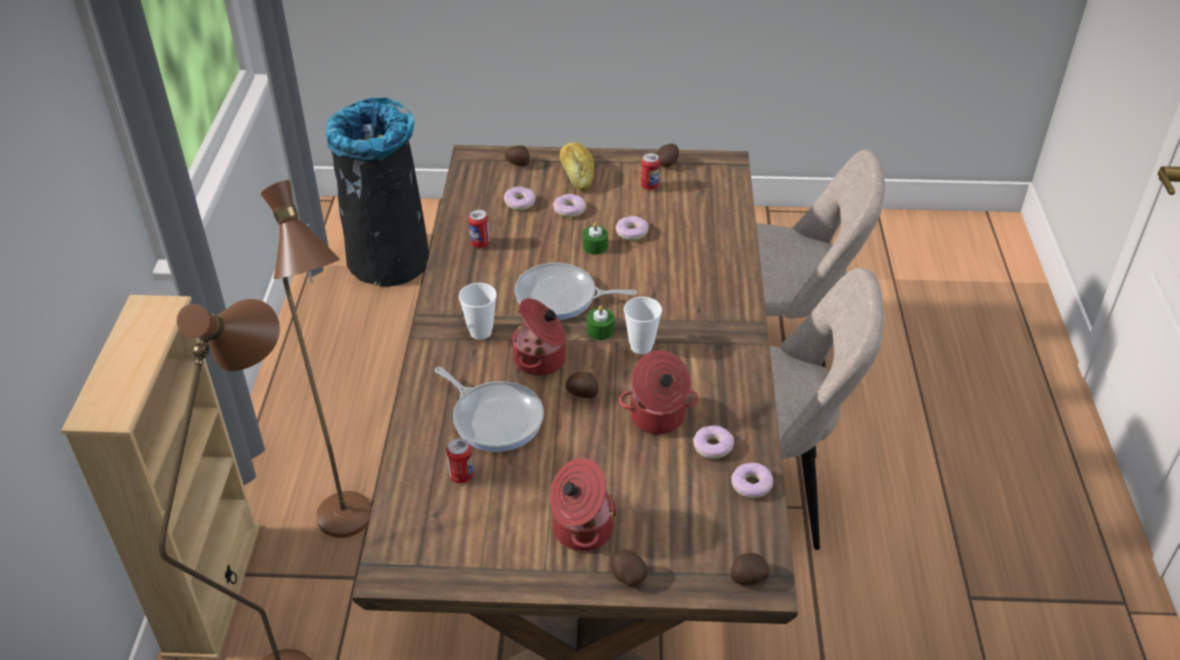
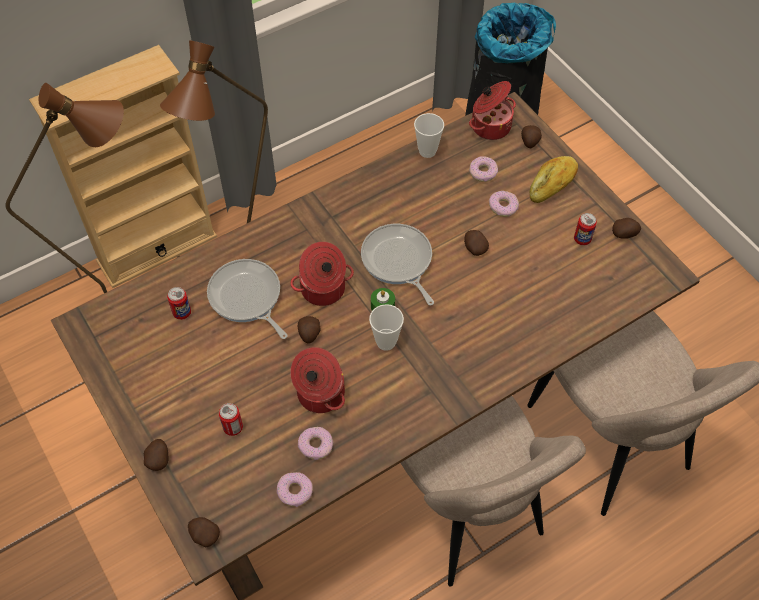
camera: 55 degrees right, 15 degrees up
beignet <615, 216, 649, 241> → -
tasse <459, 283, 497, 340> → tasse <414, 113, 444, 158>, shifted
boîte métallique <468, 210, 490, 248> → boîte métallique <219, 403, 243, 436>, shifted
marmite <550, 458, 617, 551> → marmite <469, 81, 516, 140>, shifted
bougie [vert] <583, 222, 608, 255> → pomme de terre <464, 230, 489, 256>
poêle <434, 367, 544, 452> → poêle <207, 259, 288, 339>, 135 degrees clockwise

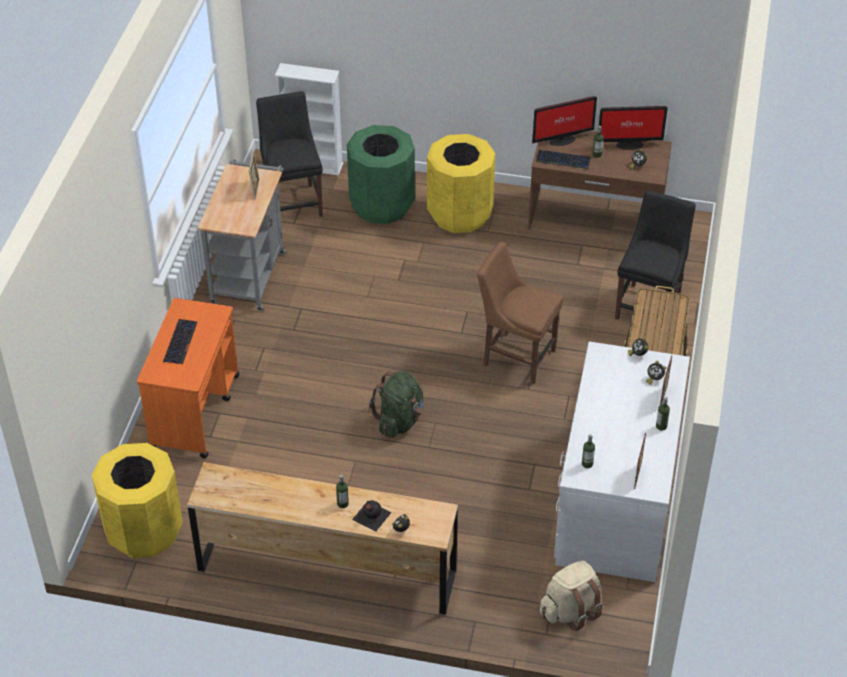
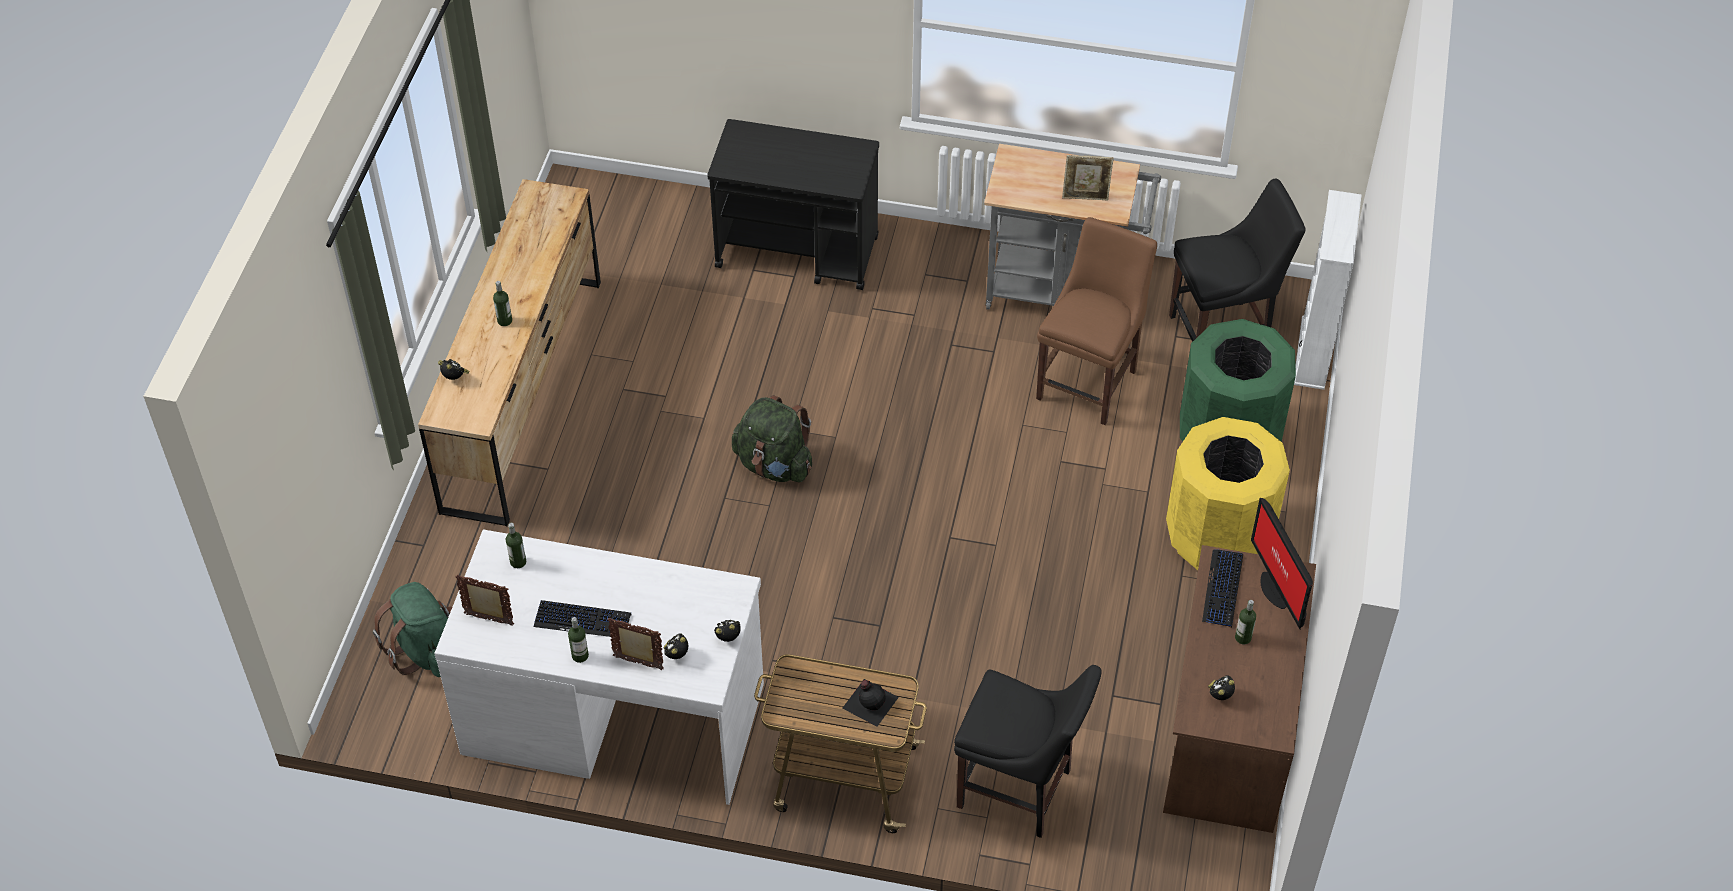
camera: 90 degrees right, 5 degrees up
poubelle [jaune] <92, 443, 183, 558> → -
écran d'ordinateur <599, 106, 668, 150> → -
clavier <163, 319, 197, 365> → clavier <534, 600, 632, 637>, shifted
bouteille [noir] <352, 500, 391, 532> → bouteille [noir] <843, 679, 899, 727>, shifted
chaise [marron] <477, 242, 563, 384> → chaise [marron] <1036, 217, 1157, 425>, shifted
chariot [orange] <137, 298, 239, 458> → chariot [noir] <707, 119, 879, 290>
sac à dos [beige] <540, 561, 603, 631> → sac à dos [vert] <373, 582, 452, 677>

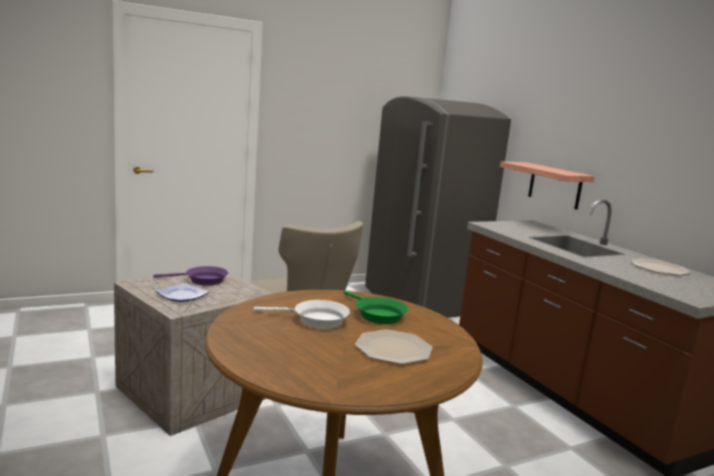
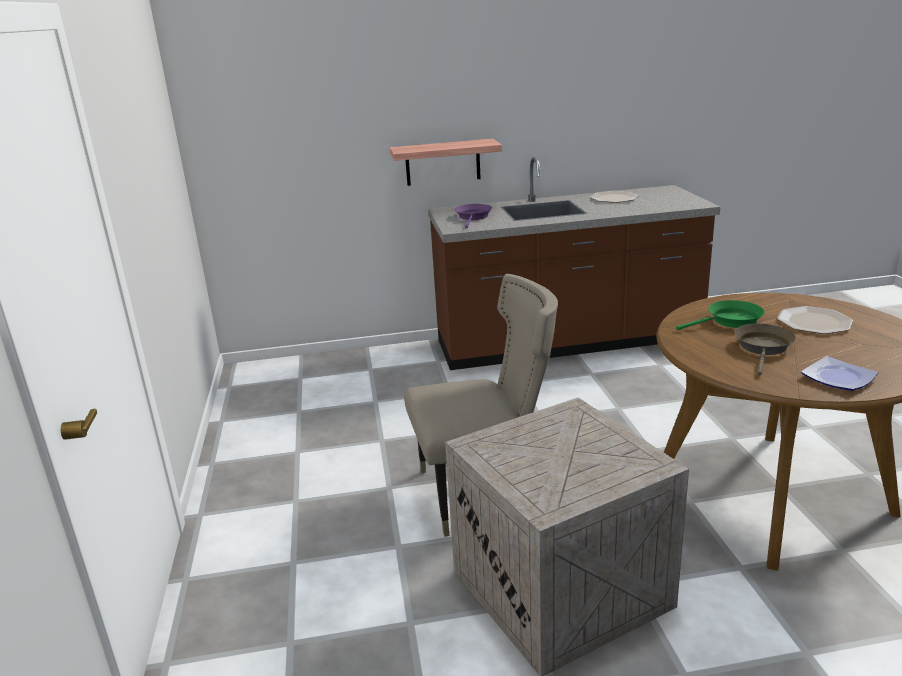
camera: 70 degrees left, 10 degrees up
réfrigérateur [gris] <365, 96, 511, 318> → -
poêle [violet] <153, 266, 228, 286> → poêle [violet] <455, 204, 492, 229>, shifted
assiette <156, 283, 209, 302> → assiette <801, 356, 878, 391>, shifted
poêle [blanc] <254, 300, 350, 329> → poêle [marron] <734, 324, 796, 376>

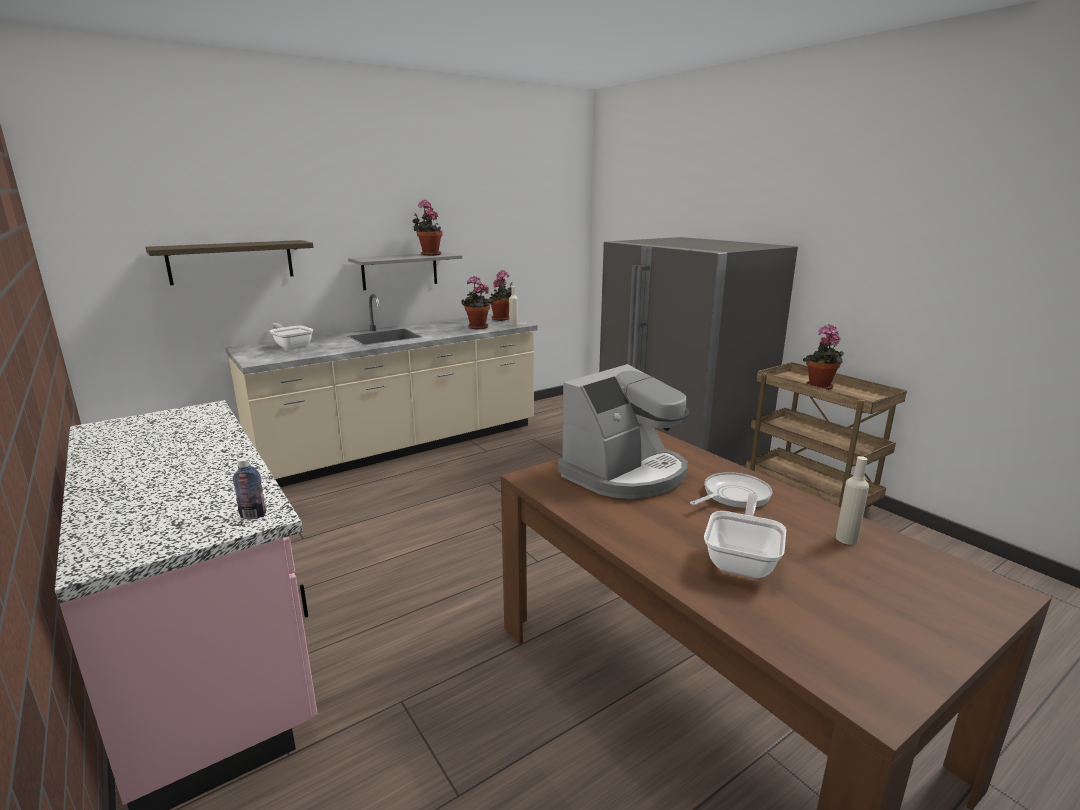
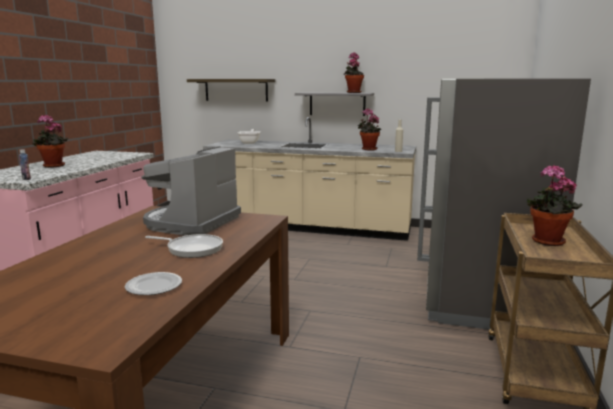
camera: 50 degrees right, 5 degrees down
poêle <704, 493, 786, 578> → -
plante en pot <489, 270, 512, 321> → plante en pot <32, 115, 69, 168>, shifted
bouteille [beige] <836, 456, 869, 545> → assiette <125, 272, 182, 295>
machine à café <558, 364, 690, 499> → machine à café <141, 146, 241, 236>, 105 degrees clockwise

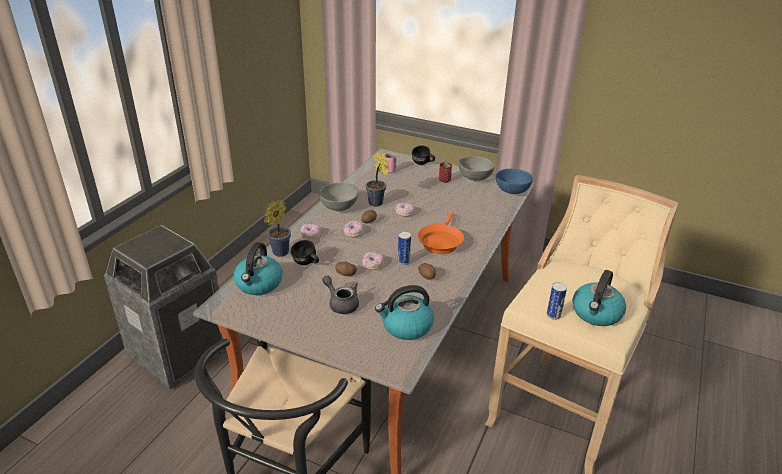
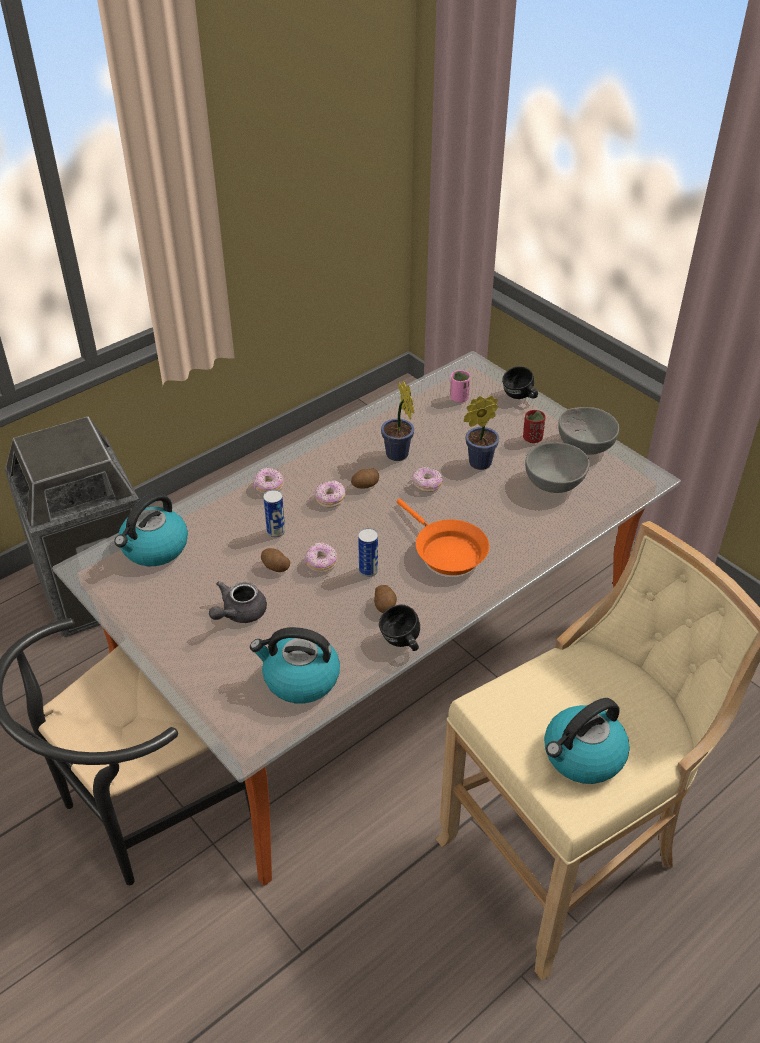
camera: 25 degrees right, 10 degrees up
bol [bleu] <496, 169, 533, 194> → -
plante en pot <264, 200, 291, 257> → plante en pot <464, 396, 499, 470>, shifted
mug [noir] <291, 240, 319, 265> → mug [noir] <379, 605, 420, 651>, shifted
bol [gris] <319, 183, 358, 211> → bol [gris] <525, 442, 590, 493>, shifted
boîte métallique <547, 282, 567, 320> → boîte métallique <263, 490, 285, 537>, shifted
théière [gris] <322, 276, 359, 314> → théière [gris] <209, 581, 267, 623>, 120 degrees counterclockwise
poêle [orange] <418, 212, 464, 254> → poêle [orange] <397, 499, 489, 575>, 75 degrees counterclockwise

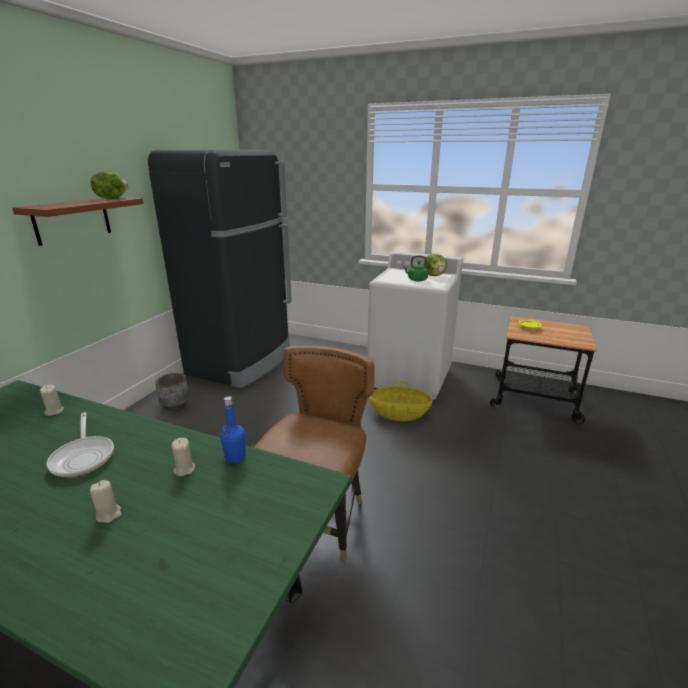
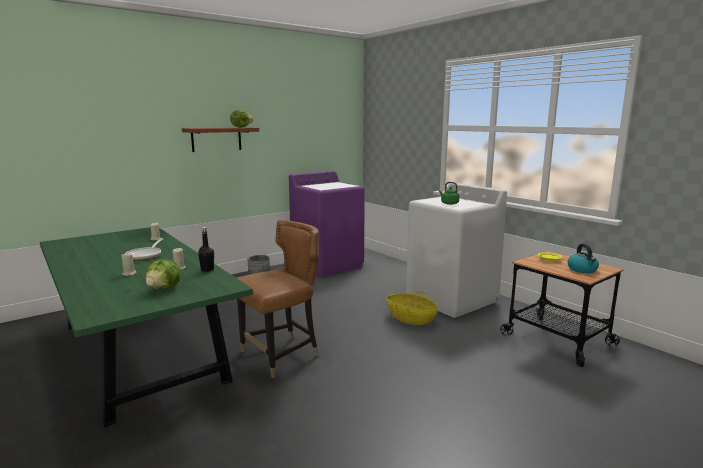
camera: 30 degrees right, 10 degrees down
- → bouilloire <568, 244, 599, 273>
laitue <423, 254, 447, 276> → laitue <146, 259, 181, 290>, shifted
réfrigérateur [noir] <148, 150, 291, 388> → lave-linge [violet] <289, 171, 365, 277>
bouteille [bleu] <220, 396, 246, 464> → bouteille [noir] <198, 227, 214, 272>

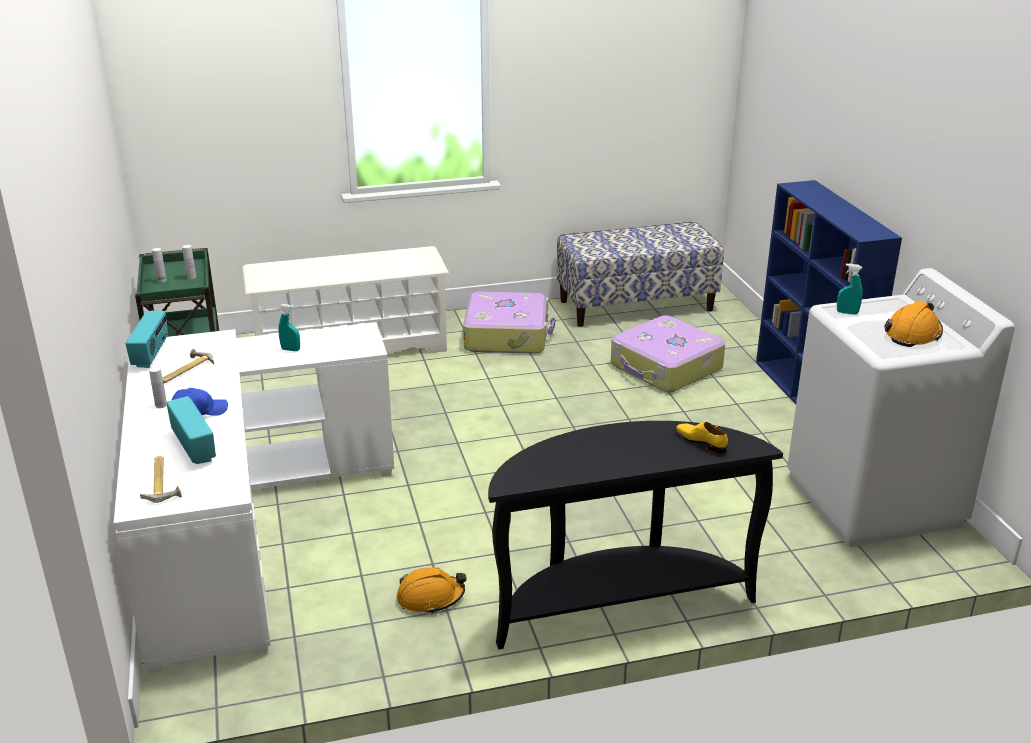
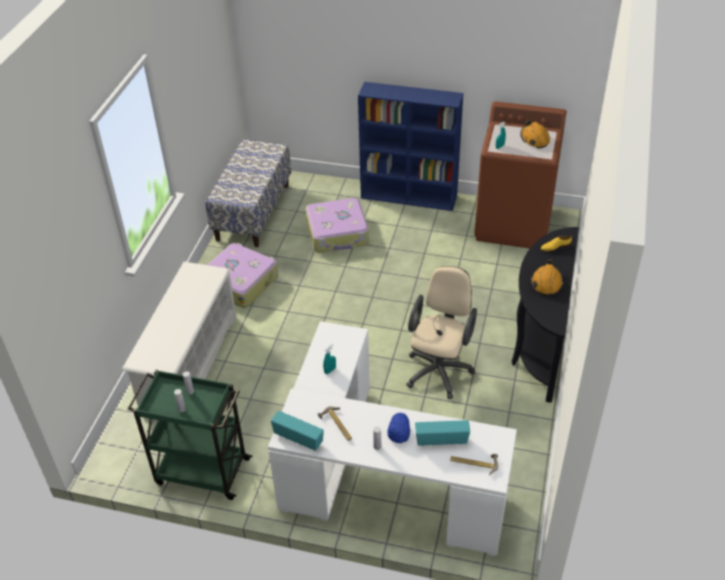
camera: 60 degrees left, 15 degrees up
- → chaise de bureau [beige] <406, 266, 477, 399>
casque de chantier [orange] <397, 567, 466, 614> → casque de chantier [orange] <531, 259, 563, 295>, shifted
lave-linge [blanc] <787, 268, 1015, 547> → lave-linge [marron] <474, 101, 567, 249>

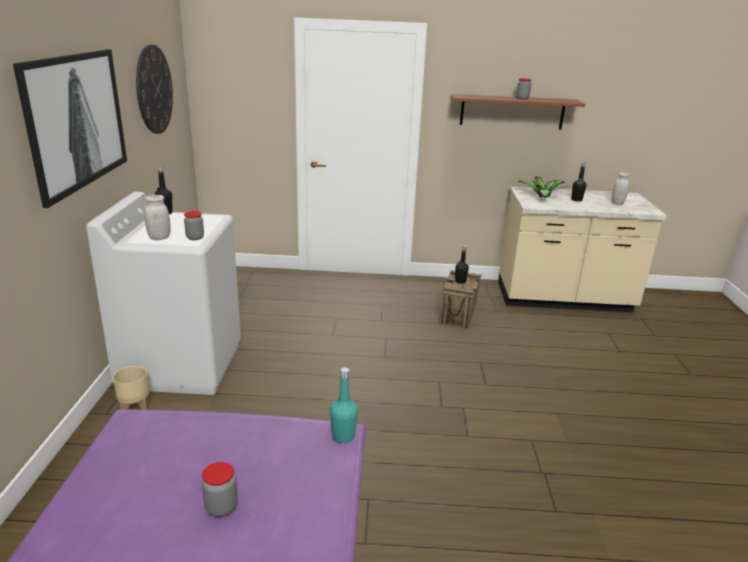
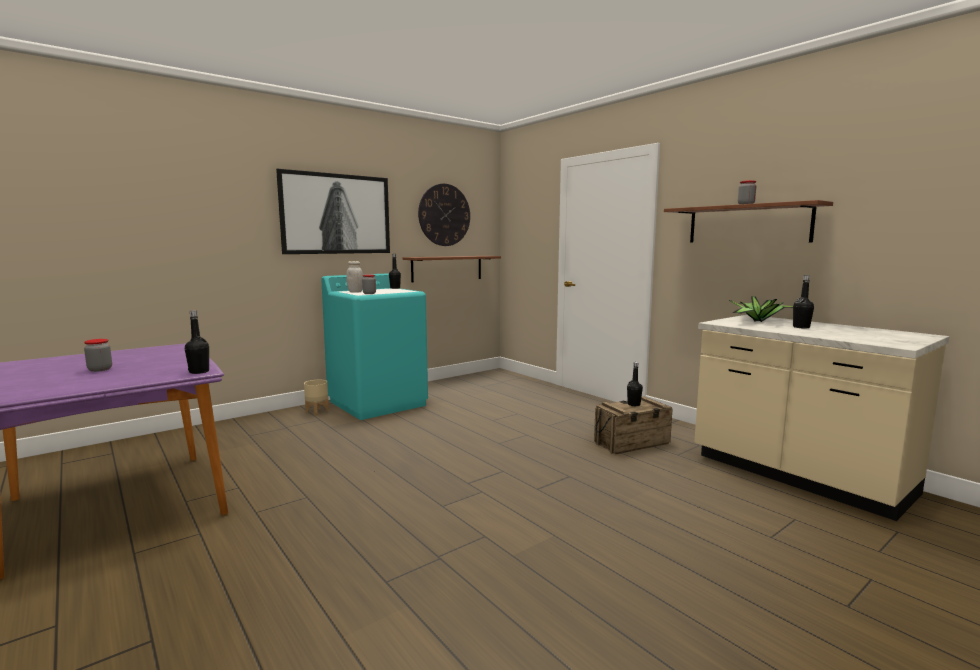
camera: 50 degrees right, 15 degrees down
bocal [blanc] <611, 171, 629, 205> → -
- → étagère [marron] <402, 256, 501, 283>
lave-linge [blanc] <86, 192, 241, 395> → lave-linge [turquoise] <321, 273, 428, 420>
bouteille [turquoise] <330, 367, 358, 444> → bouteille [noir] <185, 310, 209, 374>

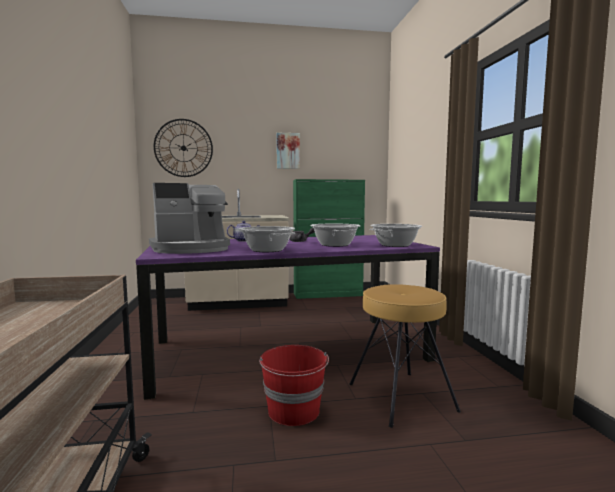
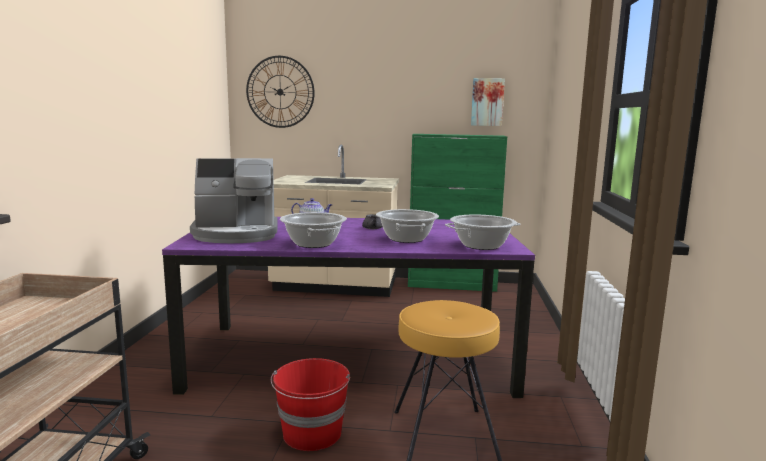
camera: 15 degrees right, 5 degrees up
tableau <276, 133, 300, 169> → tableau <471, 78, 505, 126>, shifted

